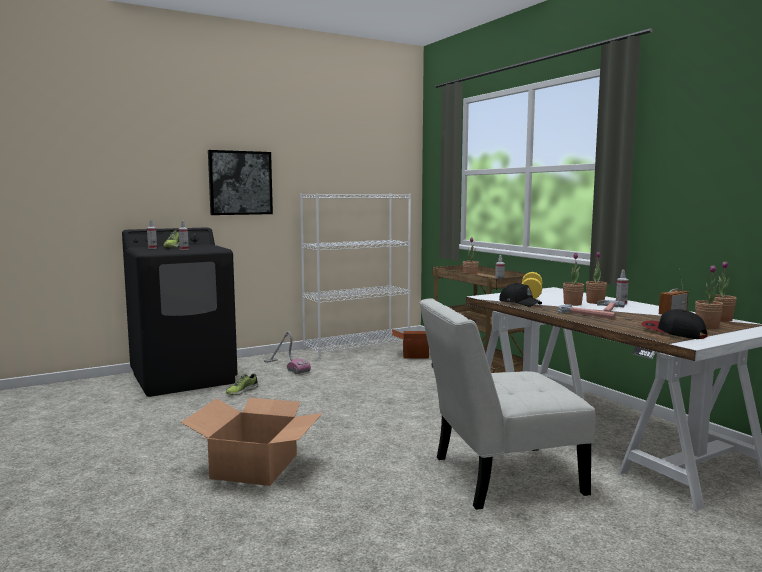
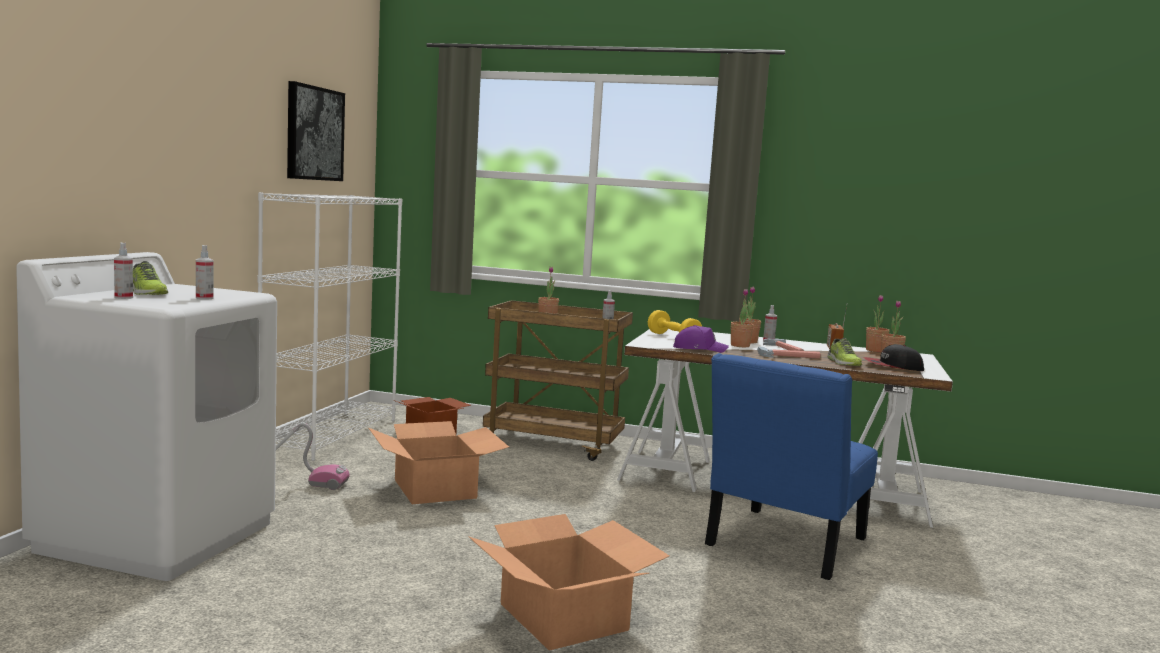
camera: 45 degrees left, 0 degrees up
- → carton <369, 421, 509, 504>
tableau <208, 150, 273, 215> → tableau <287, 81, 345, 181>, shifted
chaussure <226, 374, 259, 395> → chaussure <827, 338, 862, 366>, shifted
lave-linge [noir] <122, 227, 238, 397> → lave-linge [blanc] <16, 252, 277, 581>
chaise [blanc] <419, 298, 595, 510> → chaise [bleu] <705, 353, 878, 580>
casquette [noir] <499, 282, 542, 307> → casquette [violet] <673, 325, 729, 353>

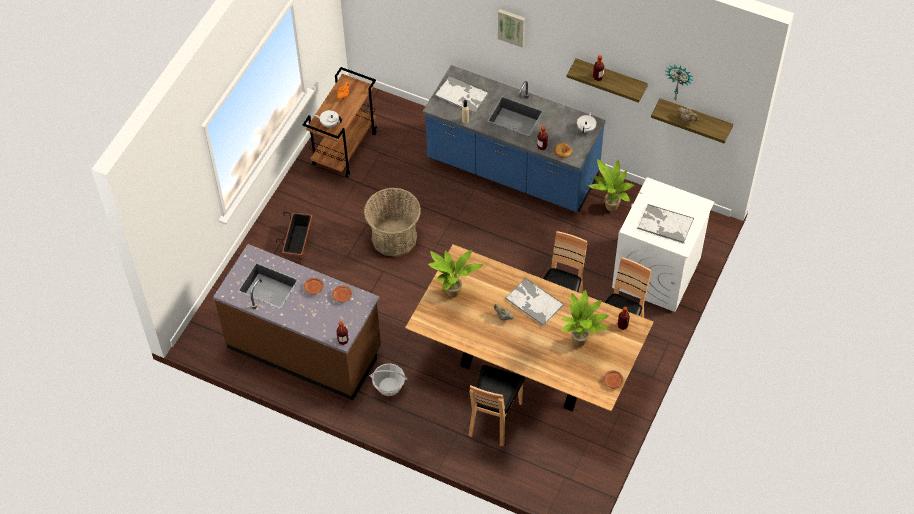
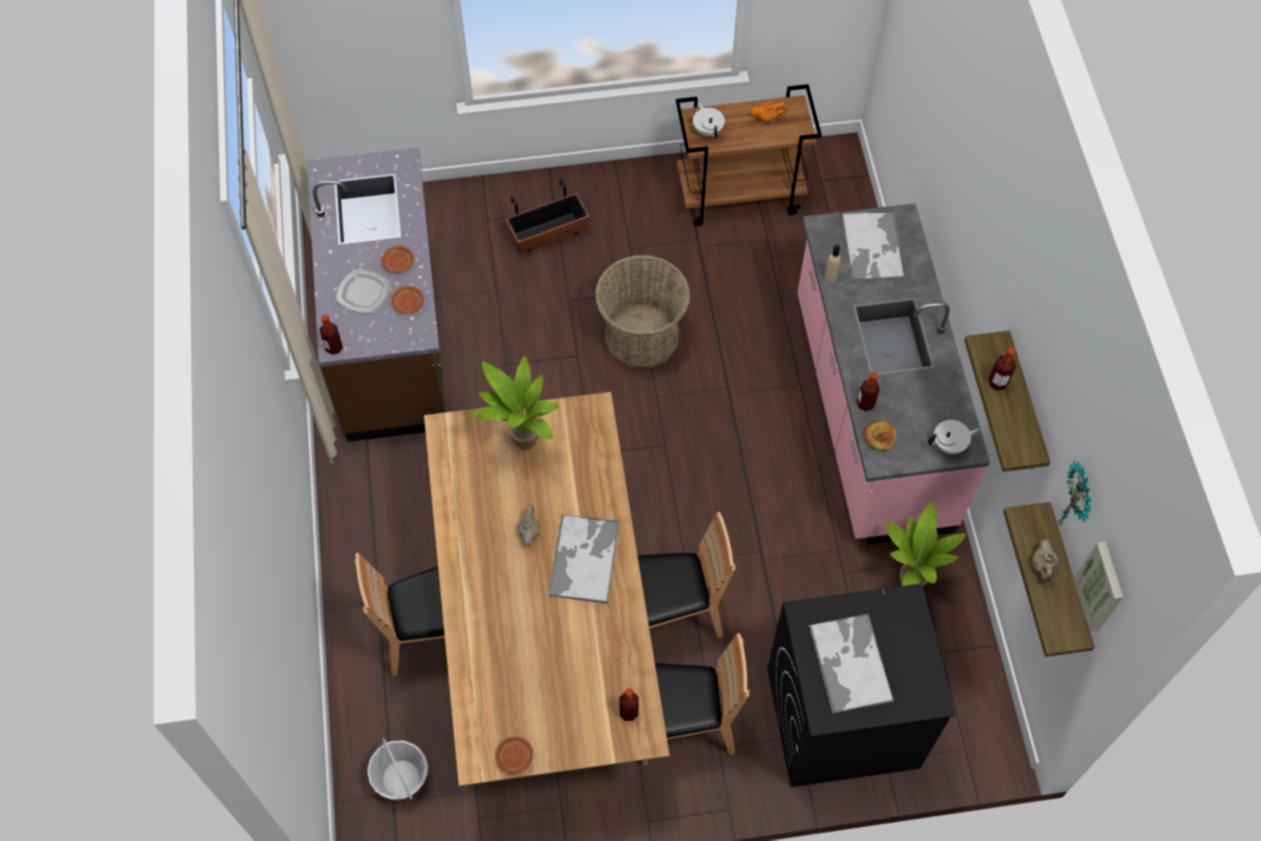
camera: 55 degrees right, 5 degrees up
plante en pot <561, 290, 609, 347> → -
- → assiette <336, 269, 390, 313>
panier <369, 363, 408, 396> → panier <367, 738, 428, 800>, shifted
tableau <498, 9, 525, 48> → tableau <1074, 542, 1123, 631>, shifted
comptoir de cuisine [bleu] <423, 65, 606, 212> → comptoir de cuisine [rose] <797, 203, 990, 544>
lave-linge [blanc] <612, 177, 714, 312> → lave-linge [noir] <767, 583, 956, 787>

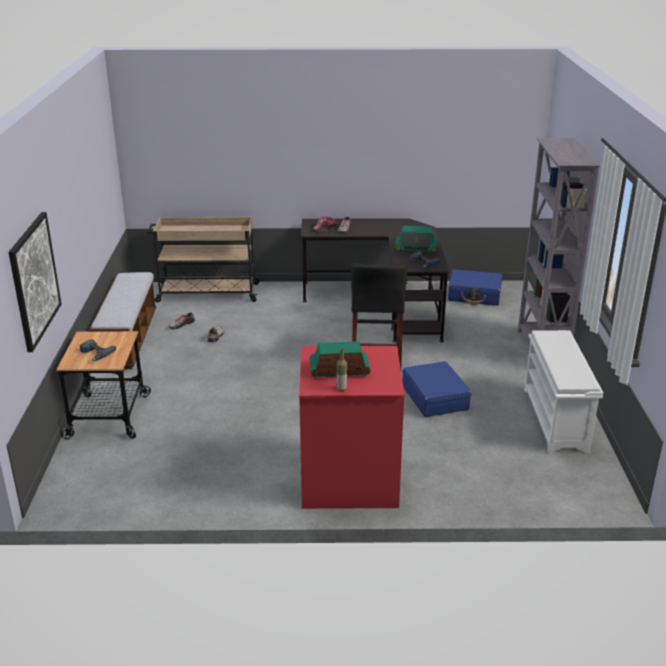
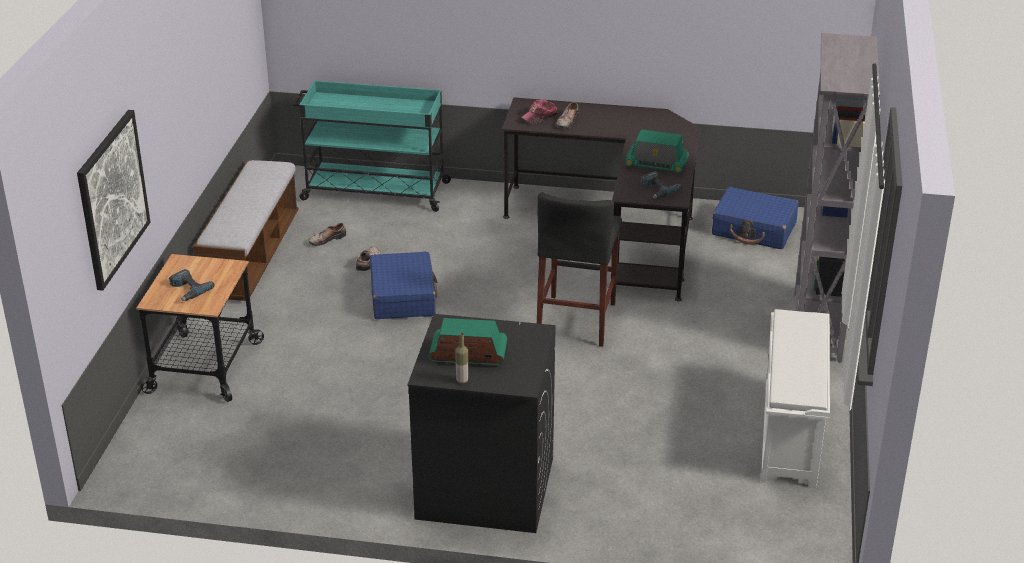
camera: 10 degrees right, 5 degrees up
valise [bleu] <402, 361, 471, 417> → valise [bleu] <370, 251, 438, 319>, shifted
chariot [beige] <147, 217, 260, 302> → chariot [turquoise] <293, 81, 452, 212>
lave-linge [rouge] <299, 346, 405, 509> → lave-linge [noir] <407, 314, 556, 533>

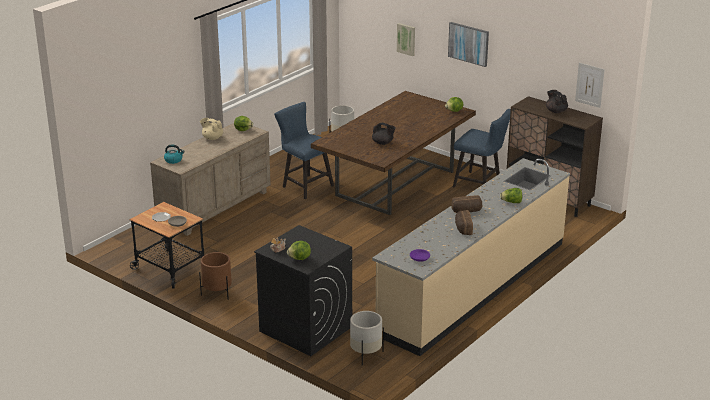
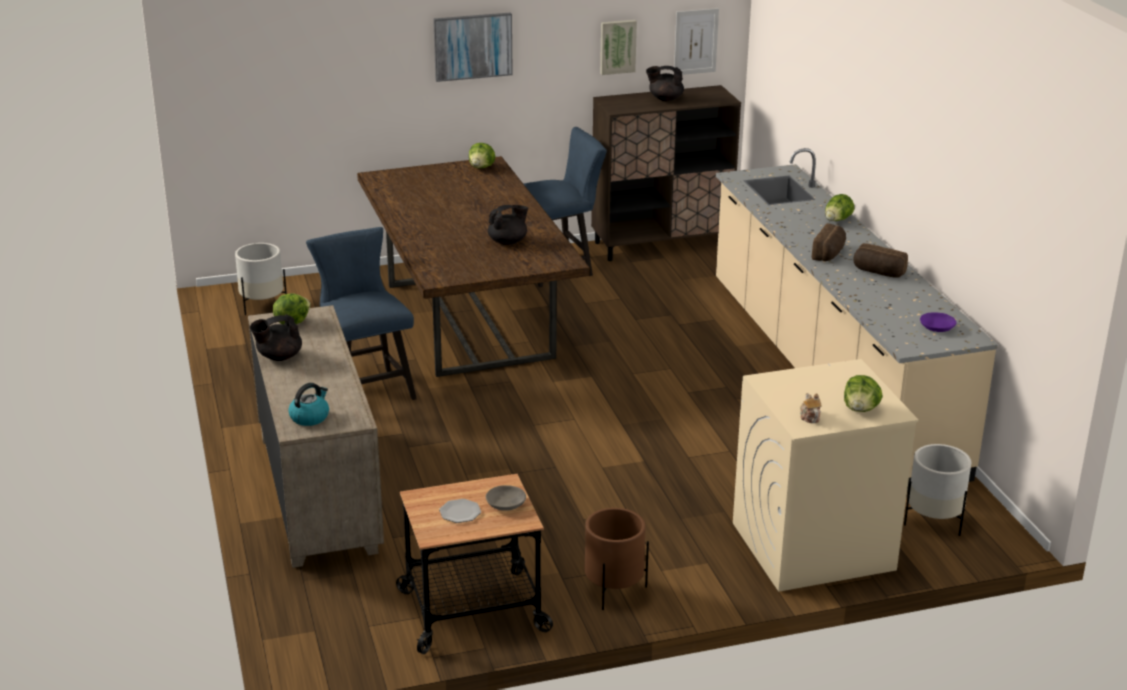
camera: 55 degrees left, 0 degrees up
tableau <397, 23, 415, 56> → tableau <600, 20, 637, 75>, shifted
théière [beige] <200, 118, 223, 140> → théière [noir] <250, 314, 302, 361>
lave-linge [noir] <254, 225, 352, 356> → lave-linge [beige] <733, 359, 919, 592>
chaise [bleu] <274, 102, 334, 199> → chaise [bleu] <306, 227, 417, 400>, 75 degrees clockwise

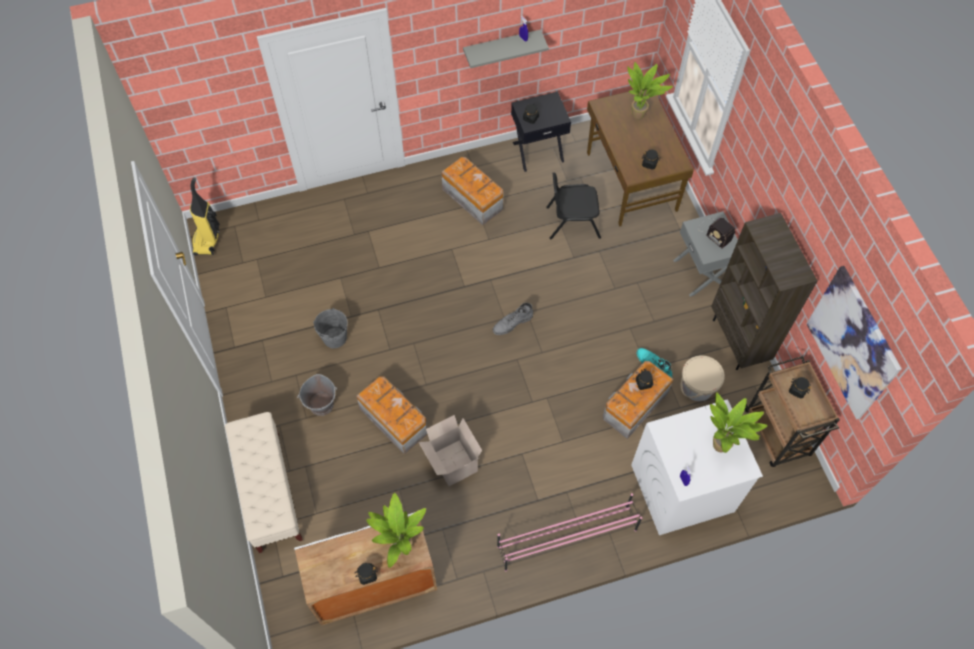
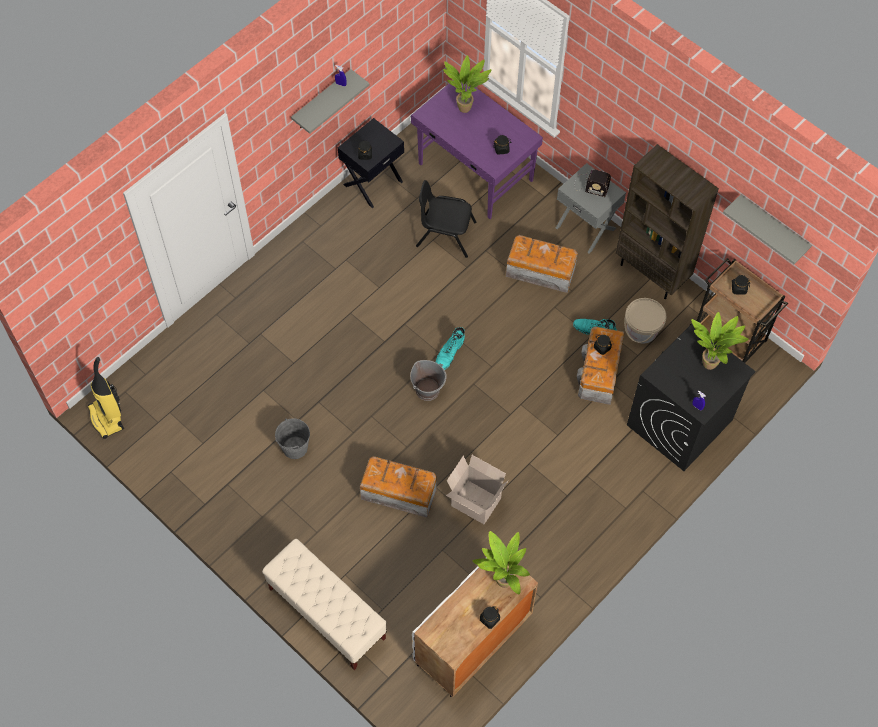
camera: 30 degrees left, 0 degrees up
étagère à chaussures [rose] <497, 493, 642, 571> → -
seau [gris] <297, 374, 337, 416> → seau [gris] <410, 360, 447, 401>, shifted
boîte de rangement <441, 157, 503, 225> → boîte de rangement <506, 235, 578, 293>, shifted
tableau <806, 266, 902, 419> → étagère [gris] <723, 194, 812, 264>
botte [gris] <493, 303, 533, 335> → botte [turquoise] <436, 327, 465, 370>
bureau [marron] <587, 89, 694, 227> → bureau [violet] <411, 80, 543, 219>
lave-linge [blanc] <631, 399, 763, 535> → lave-linge [noir] <627, 324, 756, 471>
chaise [noir] <546, 173, 601, 240> → chaise [noir] <416, 180, 476, 258>, 45 degrees clockwise

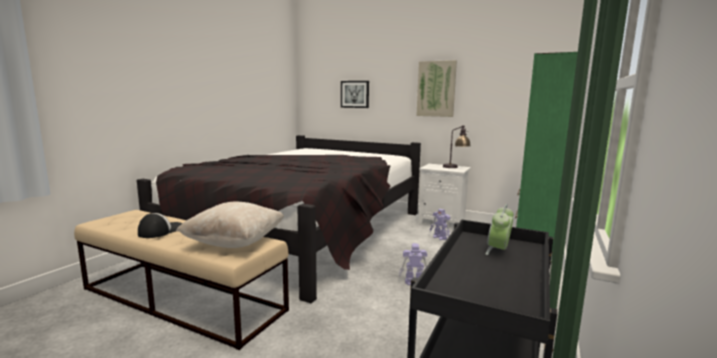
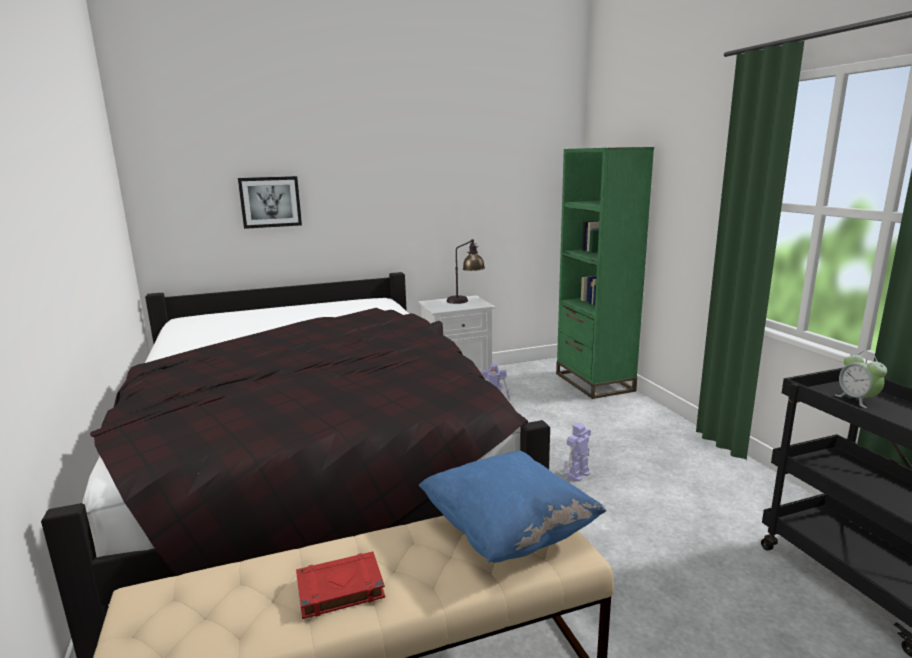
camera: 45 degrees left, 5 degrees up
tableau <416, 60, 457, 117> → -
casquette <138, 213, 182, 238> → livre [rouge] <296, 552, 385, 619>
coussin [beige] <176, 202, 284, 248> → coussin [bleu] <419, 451, 606, 563>

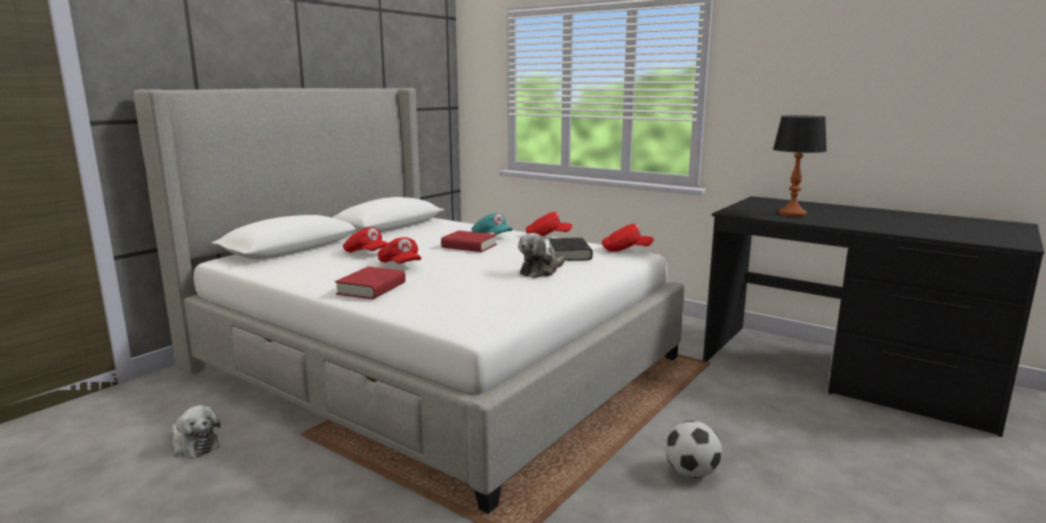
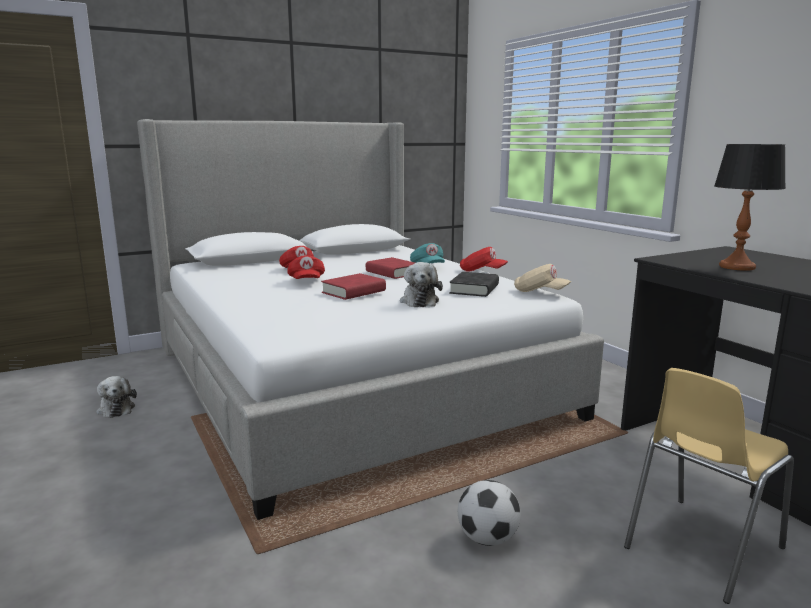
camera: 25 degrees right, 0 degrees up
- → chaise [jaune] <624, 368, 794, 604>
livre [rouge] <335, 267, 406, 299> → livre [rouge] <321, 273, 386, 300>, shifted
casquette [rouge] <602, 224, 654, 252> → casquette [beige] <514, 264, 571, 292>
peluche <518, 233, 565, 278> → peluche <400, 262, 443, 307>, 75 degrees counterclockwise

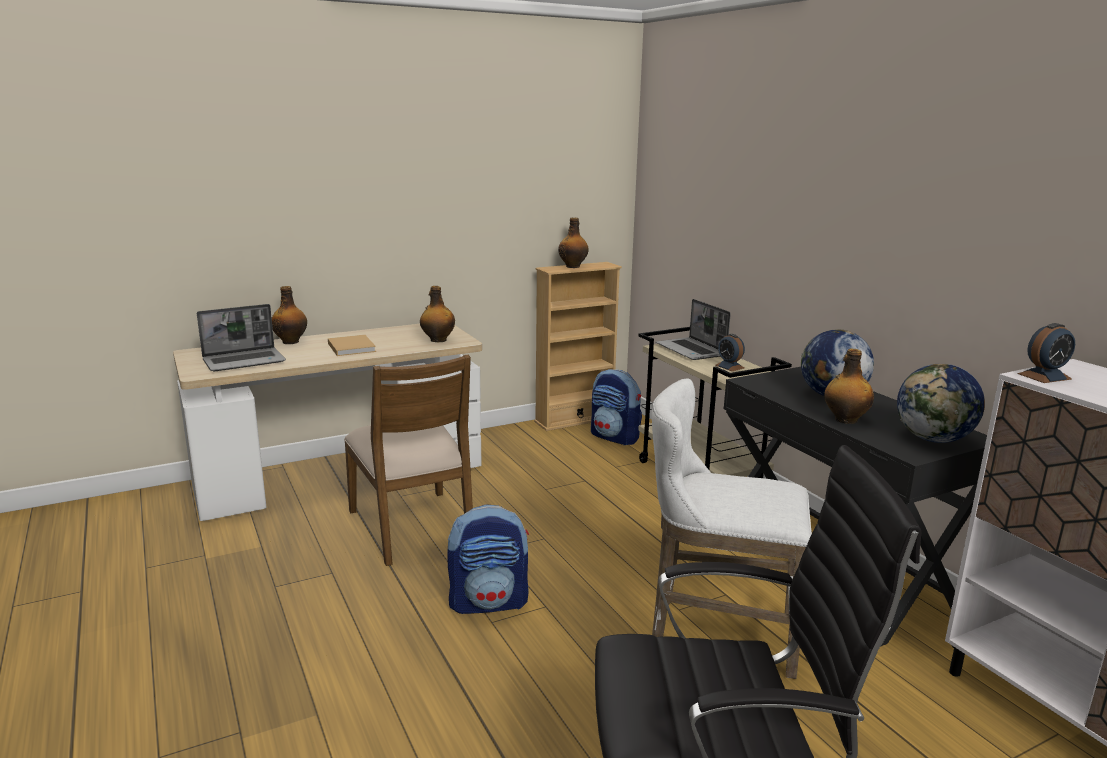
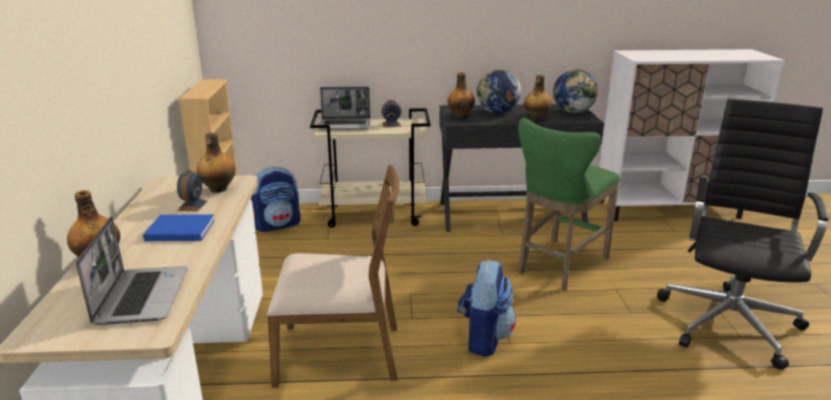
camera: 65 degrees left, 5 degrees up
bouteille <558, 218, 589, 268> → bouteille <447, 72, 475, 119>, shifted
réveil <1018, 323, 1075, 383> → réveil <177, 170, 208, 212>, shifted
livre [beige] <328, 335, 376, 356> → livre [bleu] <143, 214, 215, 241>
tabouret [blanc] <652, 379, 812, 679> → tabouret [vert] <518, 118, 620, 290>

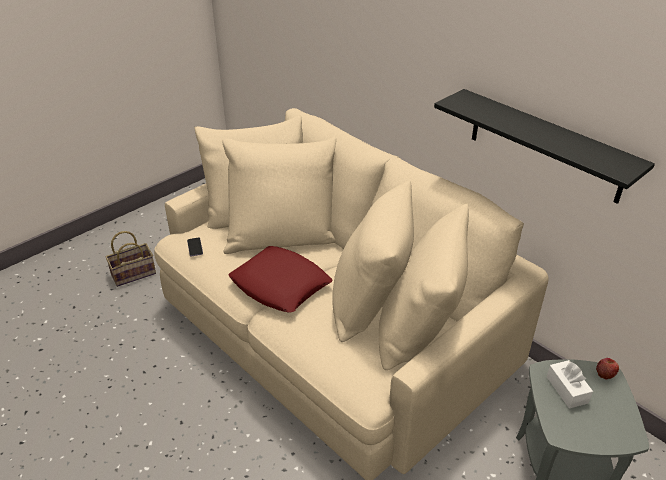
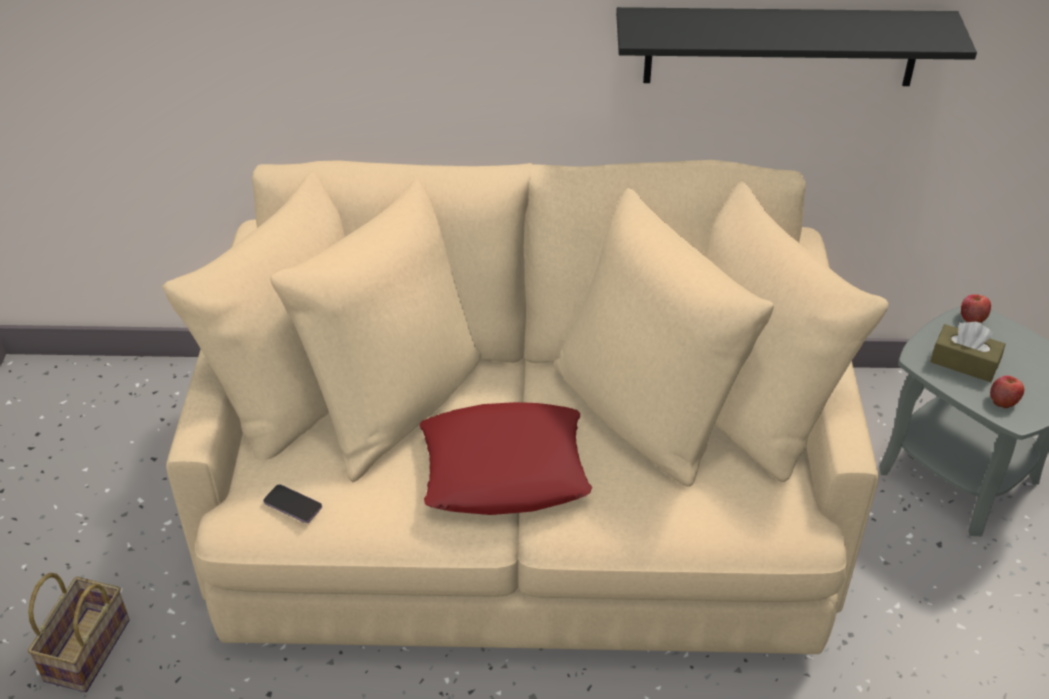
camera: 45 degrees left, 5 degrees up
- → pomme <990, 375, 1024, 408>
boîte à mouchoirs [blanc] <547, 360, 593, 409> → boîte à mouchoirs [marron] <930, 322, 1005, 382>

